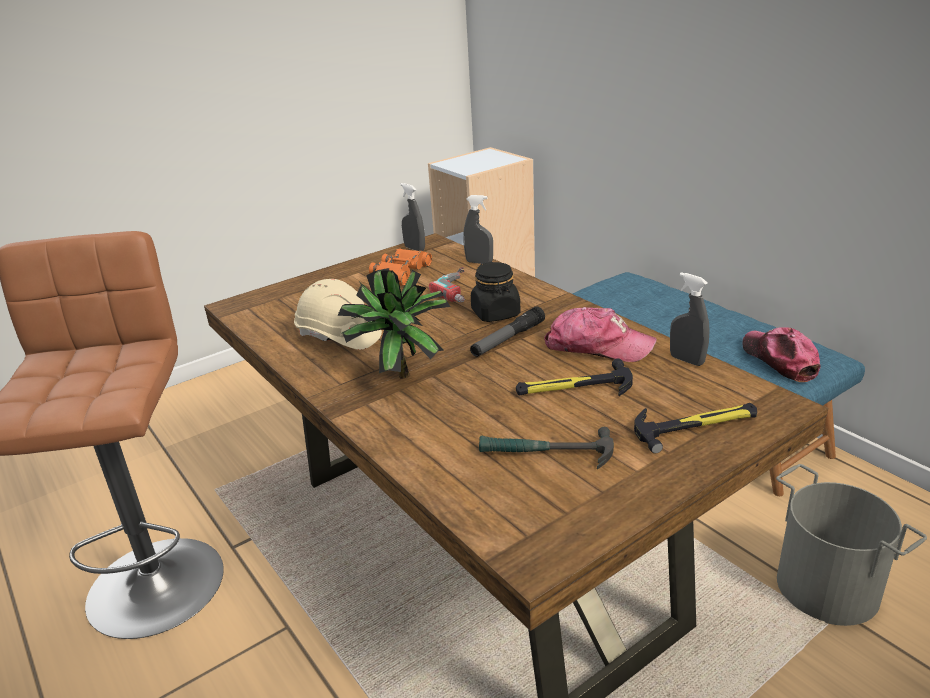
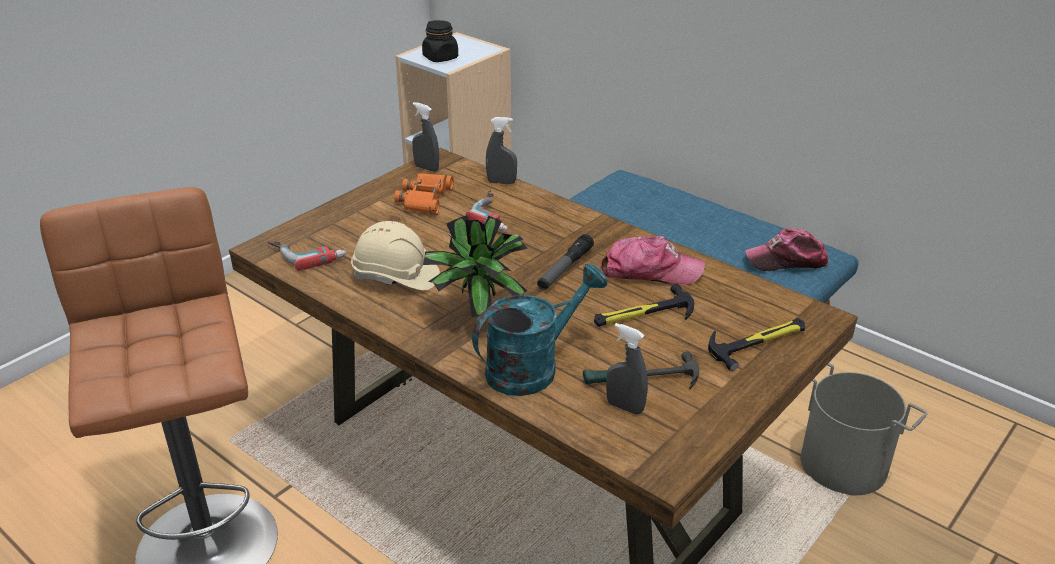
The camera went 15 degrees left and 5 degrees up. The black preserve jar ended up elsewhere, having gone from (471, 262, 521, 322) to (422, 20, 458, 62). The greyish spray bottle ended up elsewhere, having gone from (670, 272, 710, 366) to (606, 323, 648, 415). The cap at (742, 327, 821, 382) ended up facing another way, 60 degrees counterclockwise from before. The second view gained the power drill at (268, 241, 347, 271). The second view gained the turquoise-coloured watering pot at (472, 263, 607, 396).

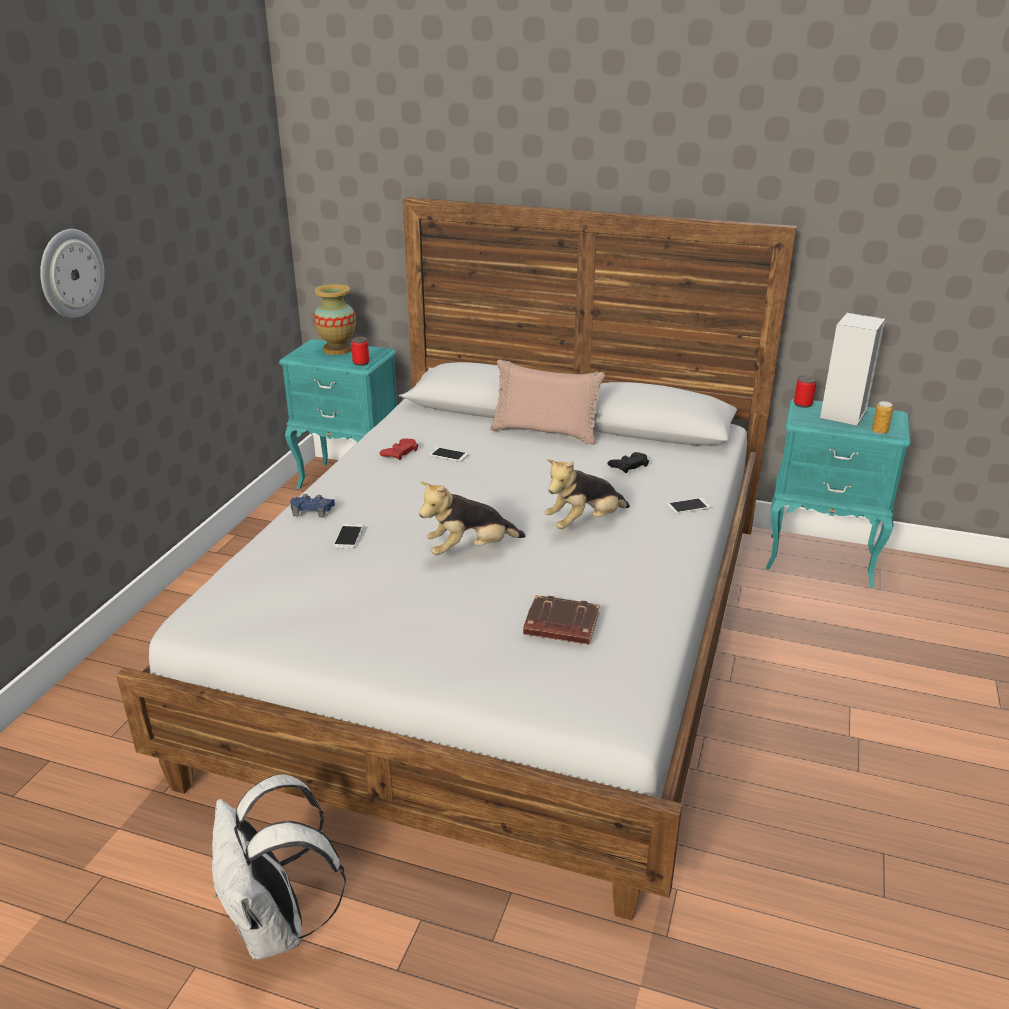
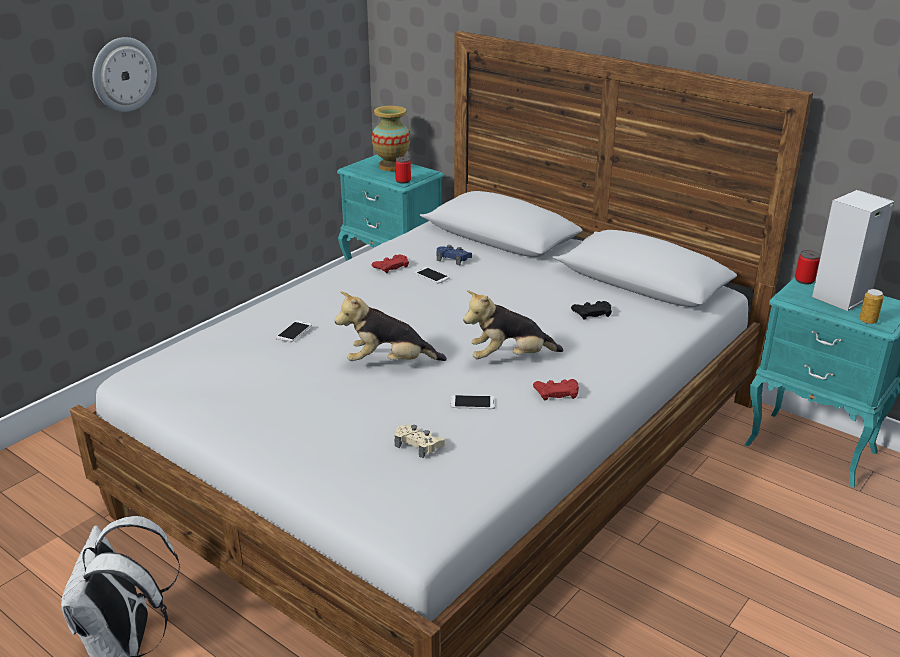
The camera went 20 degrees right and 0 degrees up. The second view lost the sand-coloured cushion at (490, 359, 605, 445). The blue game controller ended up elsewhere, having gone from (290, 494, 335, 518) to (437, 245, 472, 265). The phone ended up elsewhere, having gone from (666, 498, 711, 514) to (450, 395, 495, 409). Where the brown-coloured book stood at (523, 595, 600, 645), the sand-coloured game controller came to stand at (394, 425, 445, 459). The second view gained the red game controller at (533, 379, 579, 400).

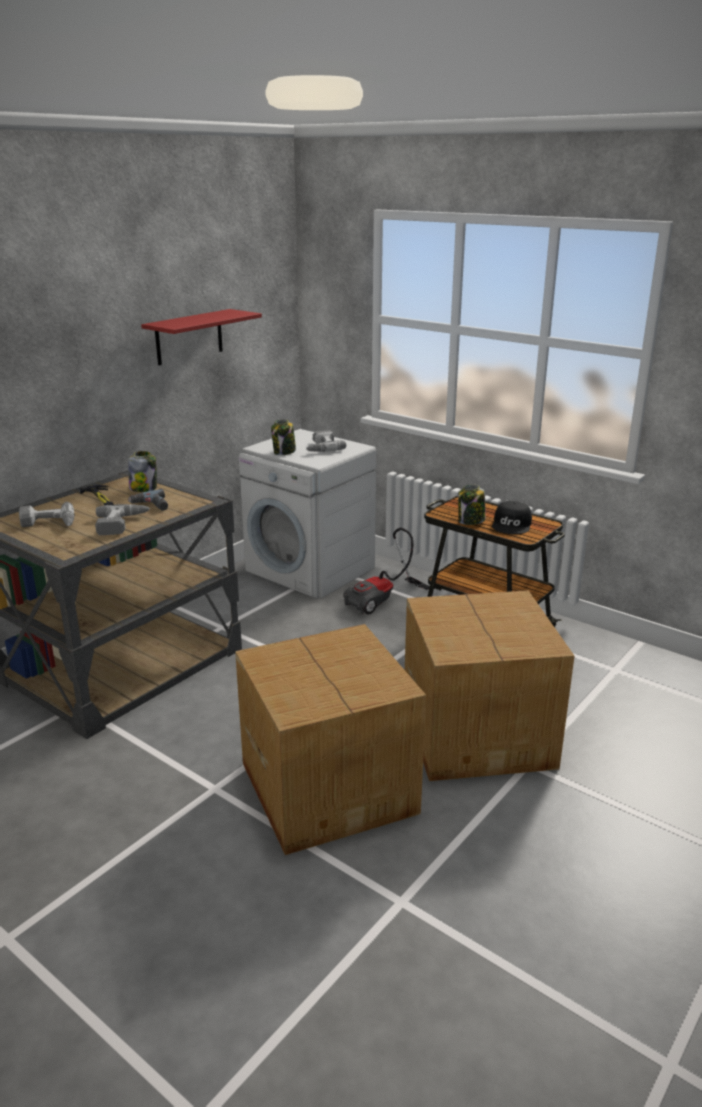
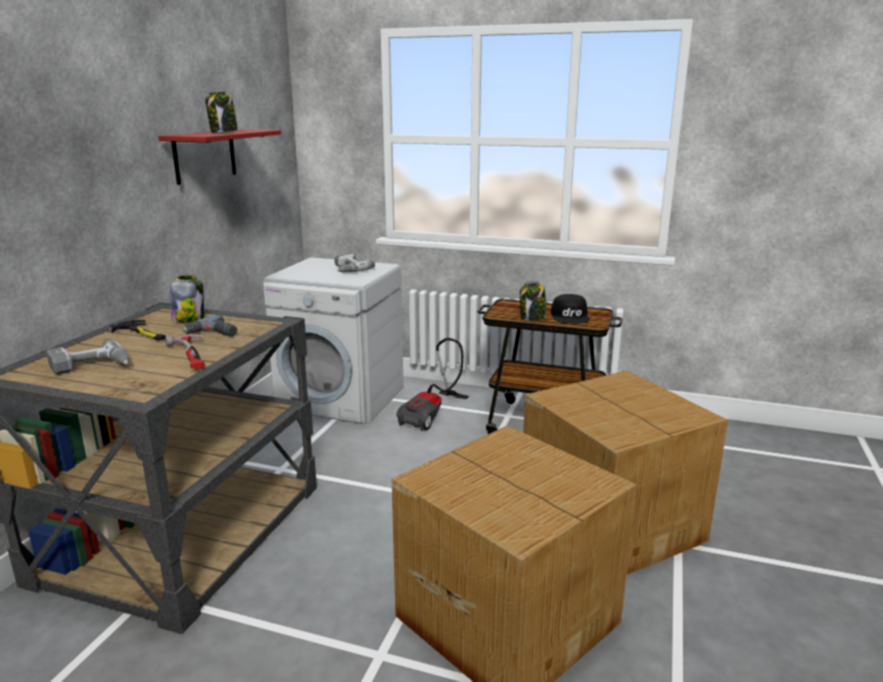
The camera went 20 degrees left and 5 degrees down. The preserve jar ended up elsewhere, having gone from (271, 419, 296, 455) to (205, 91, 238, 133). Where the power drill stood at (95, 504, 150, 535), the hand hammer came to stand at (165, 334, 205, 369).

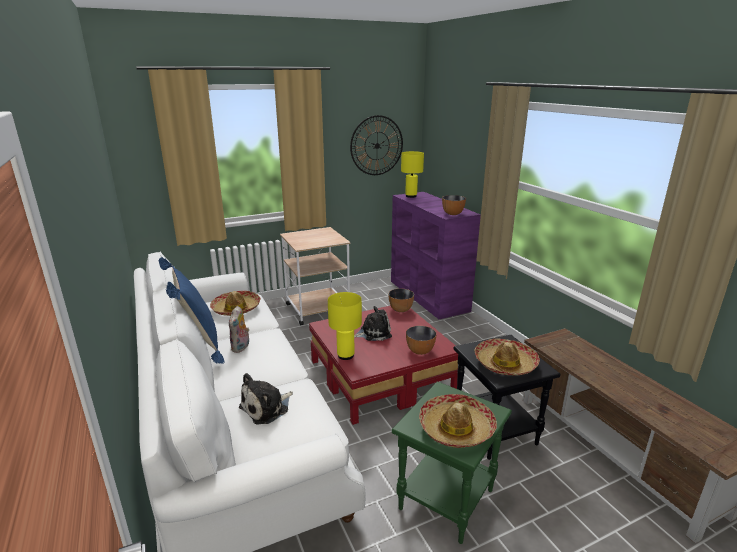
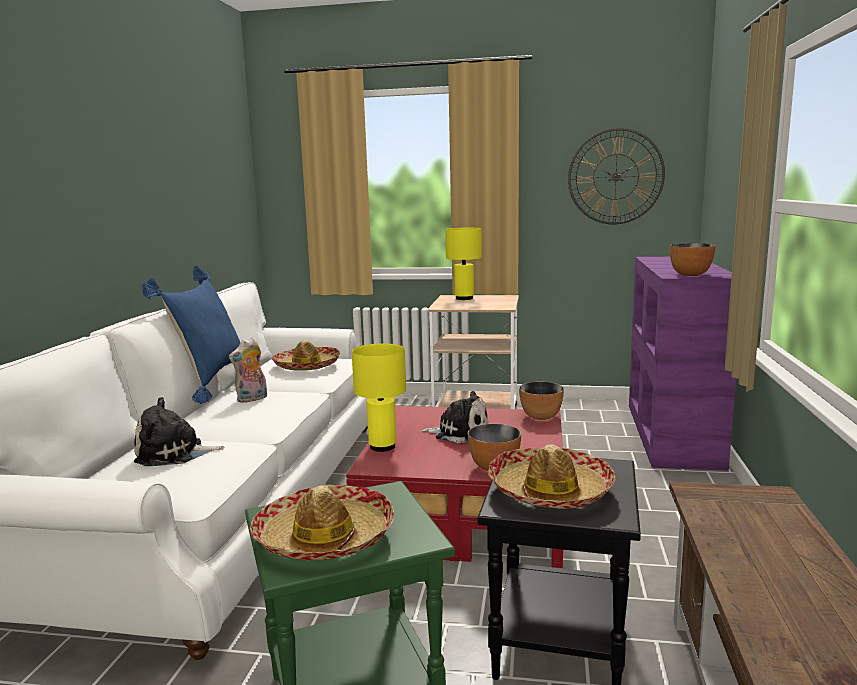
The camera went 35 degrees right and 10 degrees down. The yellow-coloured tabletop lamp ended up elsewhere, having gone from (401, 151, 424, 198) to (445, 227, 482, 300).

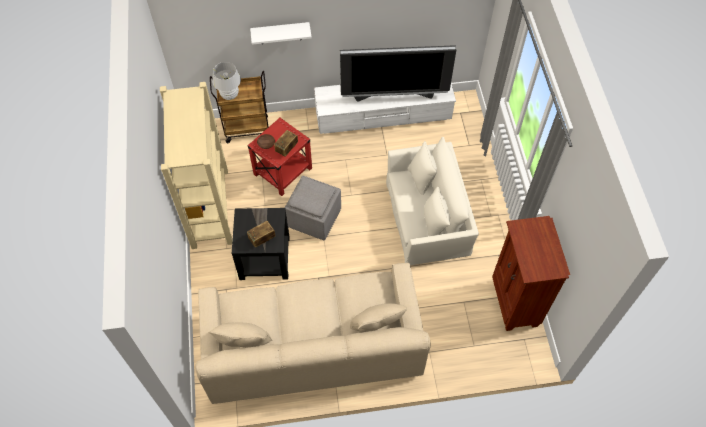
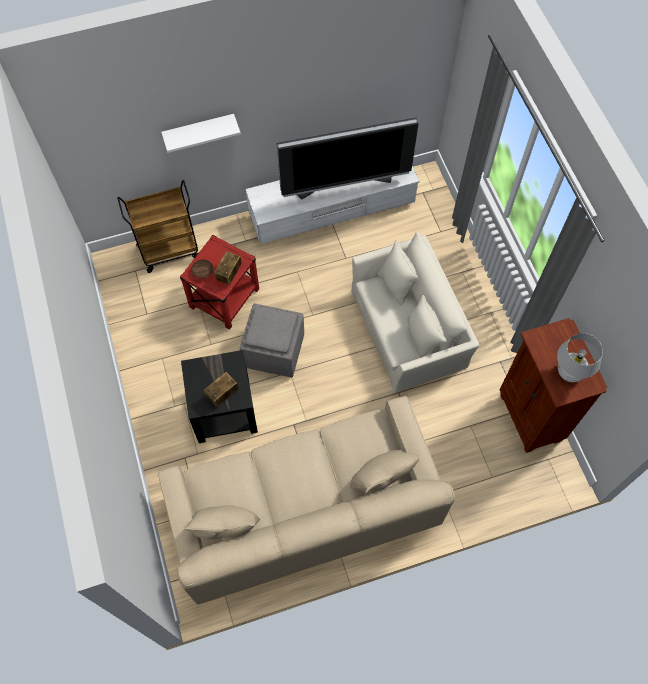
The camera went 10 degrees left and 5 degrees up. The white tabletop lamp ended up elsewhere, having gone from (212, 62, 241, 100) to (557, 333, 603, 382). The second view lost the sand-coloured bookshelf at (160, 82, 233, 249).

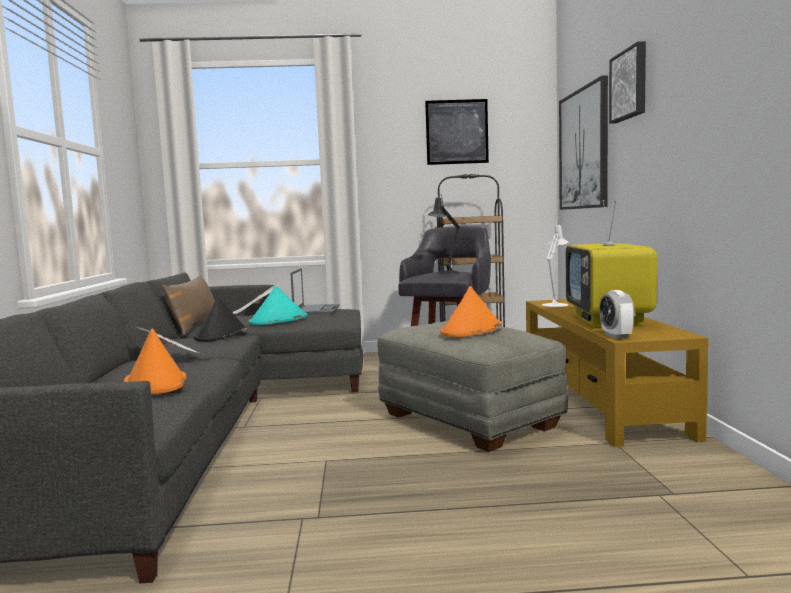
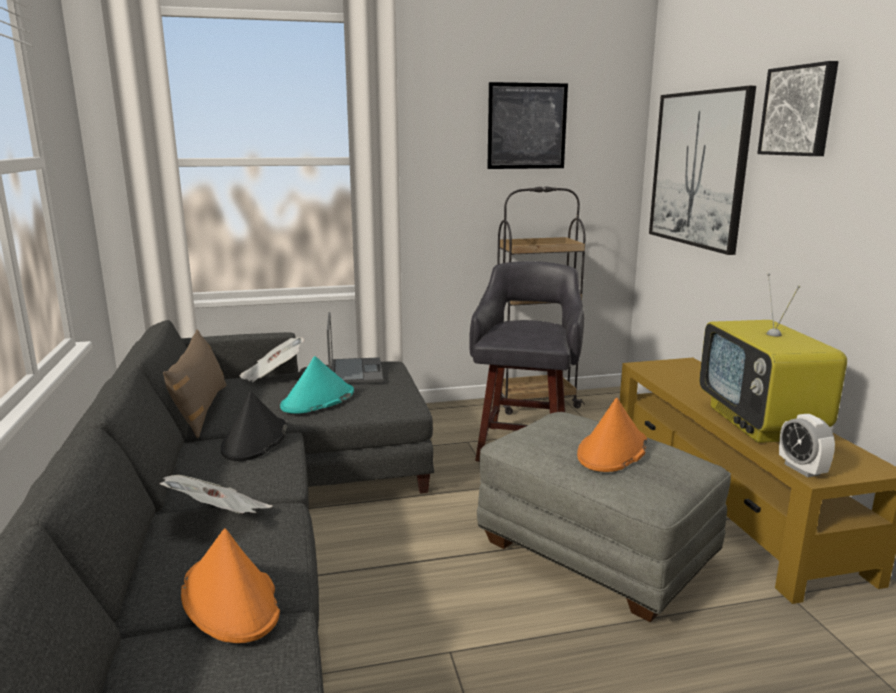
The camera went 10 degrees left and 10 degrees up. The second view lost the black tabletop lamp at (428, 193, 460, 274). The second view lost the white tabletop lamp at (542, 221, 569, 307).

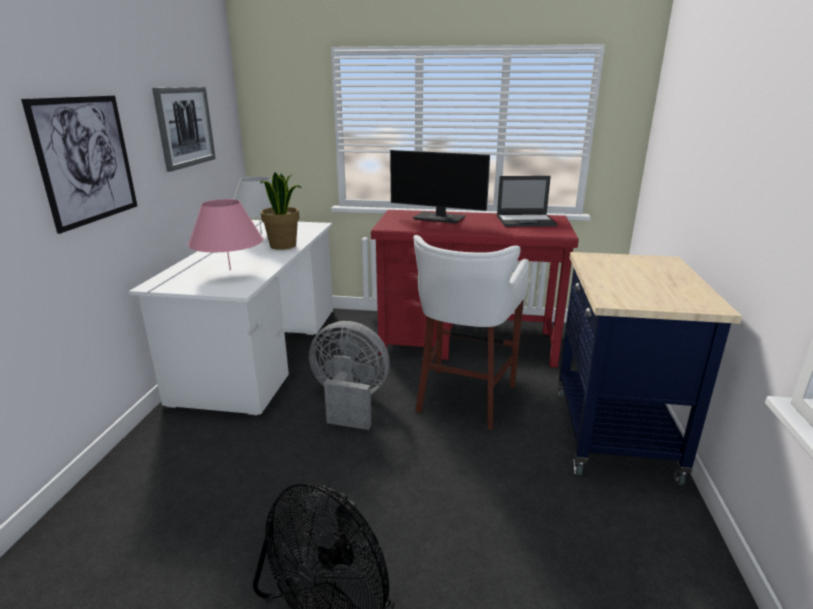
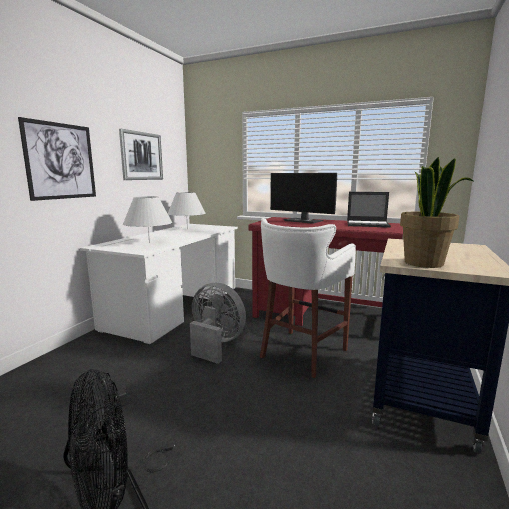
The camera went 15 degrees right and 10 degrees down. The houseplant ended up elsewhere, having gone from (260, 172, 301, 250) to (400, 157, 474, 268). What was the pink tabletop lamp at (188, 199, 263, 270) turned into the white tabletop lamp at (123, 196, 172, 243).

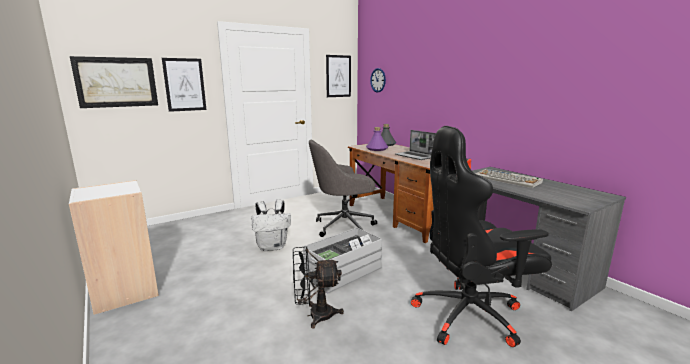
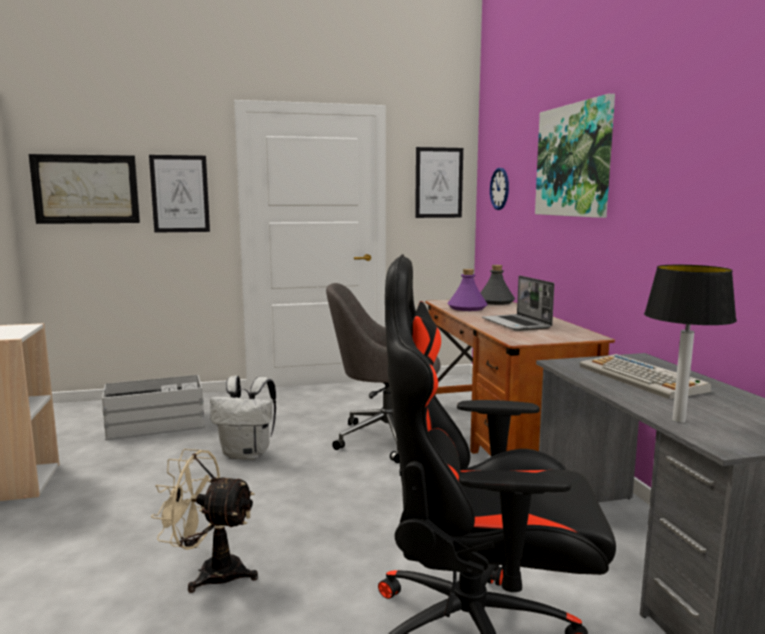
The camera went 20 degrees right and 5 degrees down. The greyish storage bin ended up elsewhere, having gone from (303, 228, 382, 293) to (102, 375, 205, 440). What was the black cooling fan at (293, 247, 344, 329) turned into the sand-coloured cooling fan at (151, 449, 258, 593). The second view gained the wall picture at (535, 94, 615, 218). The second view gained the tabletop lamp at (644, 265, 737, 423).

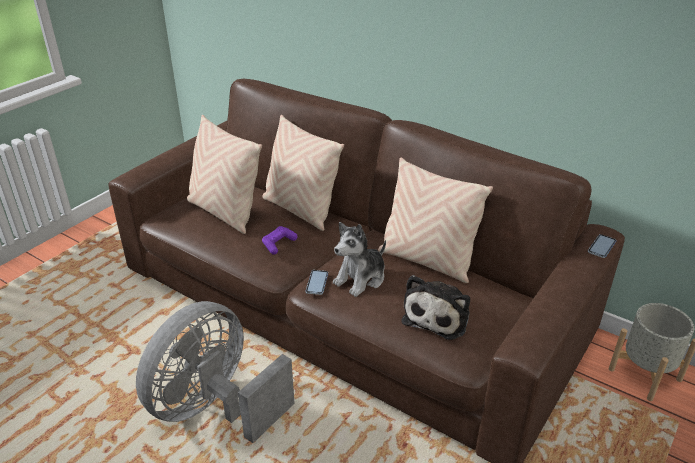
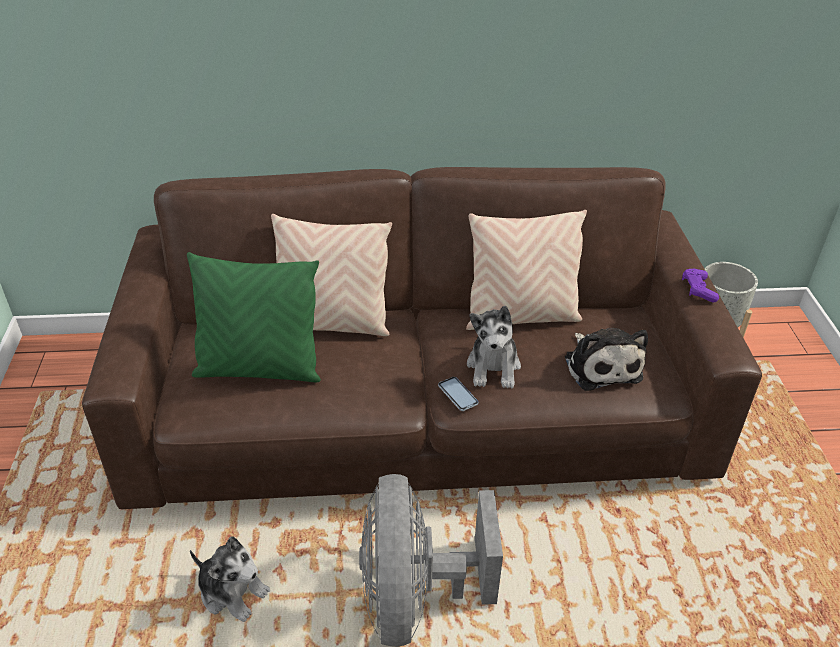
The camera went 40 degrees left and 5 degrees up. What was the sand-coloured cushion at (187, 115, 262, 234) turned into the green cushion at (187, 252, 321, 382). The purple game controller ended up elsewhere, having gone from (262, 226, 298, 255) to (682, 269, 719, 303). The second view lost the phone at (588, 234, 616, 258). The second view gained the cuddly toy at (190, 537, 270, 622).

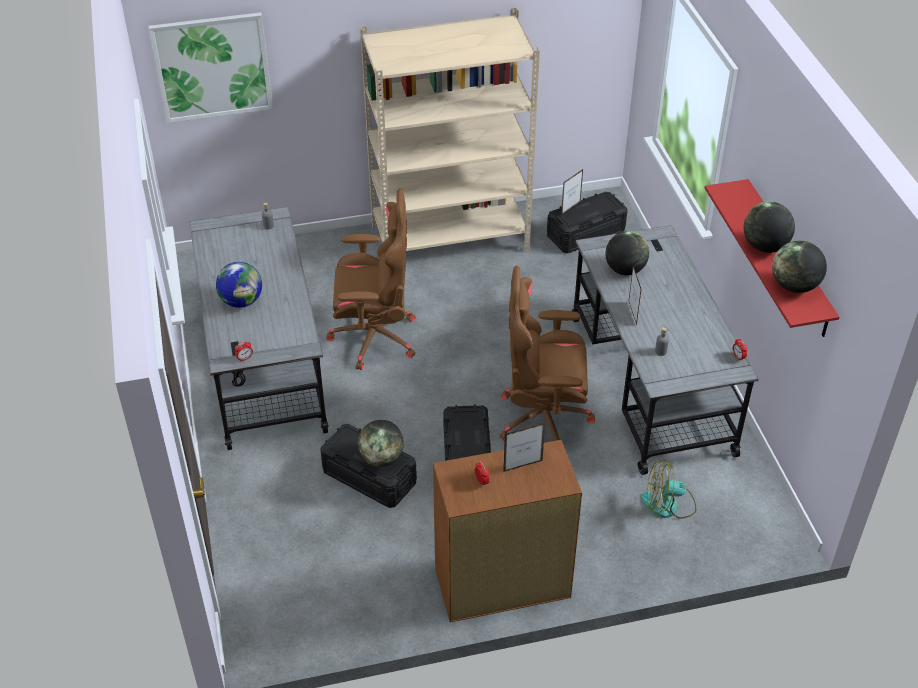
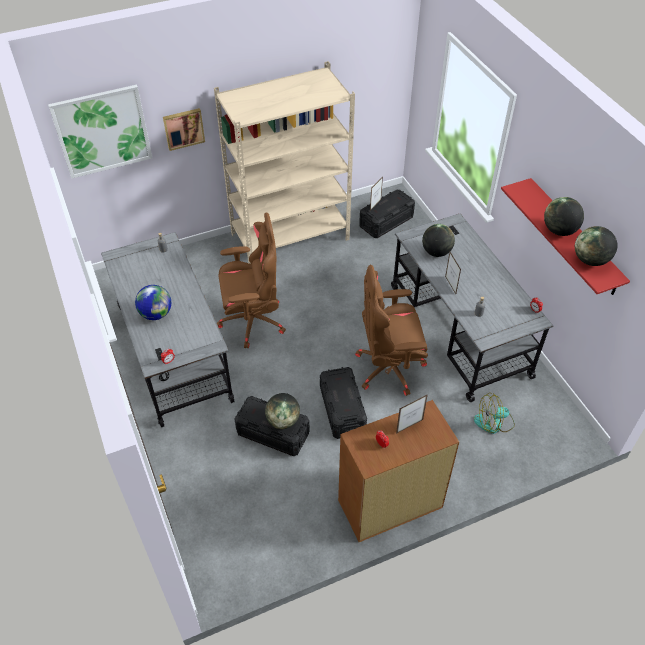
The camera went 10 degrees left and 5 degrees up. The second view gained the wall picture at (163, 108, 205, 151).

